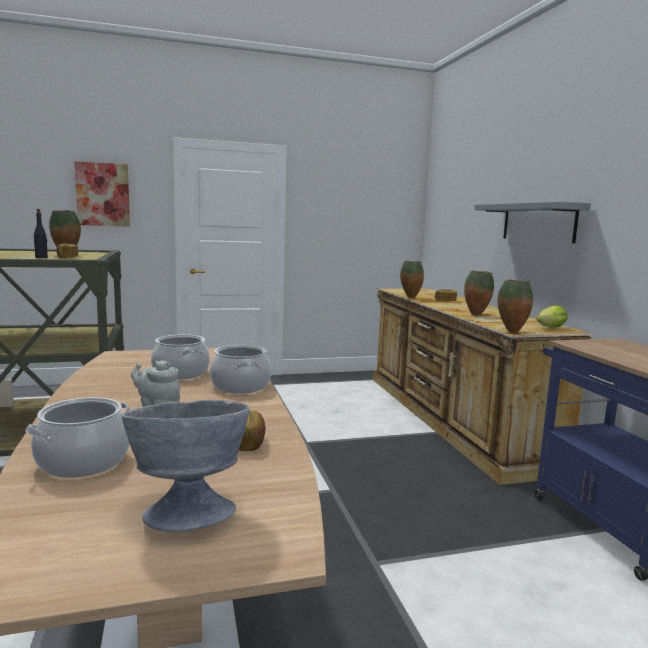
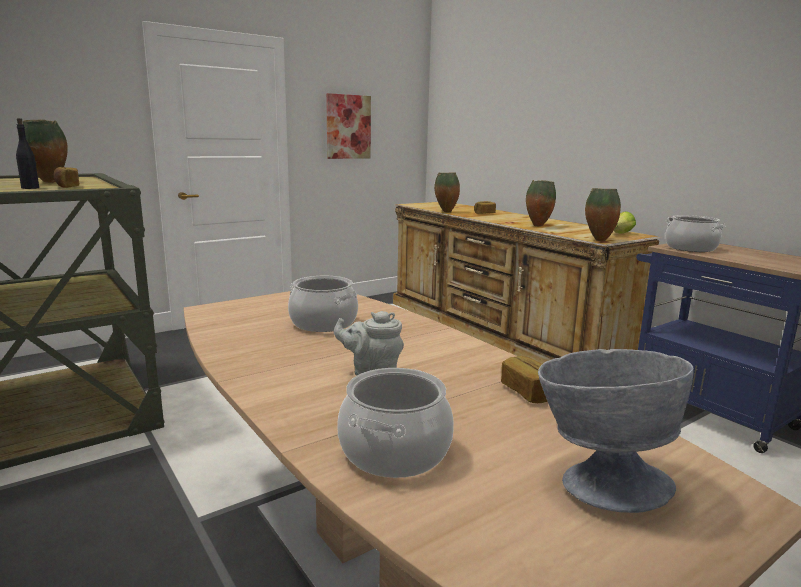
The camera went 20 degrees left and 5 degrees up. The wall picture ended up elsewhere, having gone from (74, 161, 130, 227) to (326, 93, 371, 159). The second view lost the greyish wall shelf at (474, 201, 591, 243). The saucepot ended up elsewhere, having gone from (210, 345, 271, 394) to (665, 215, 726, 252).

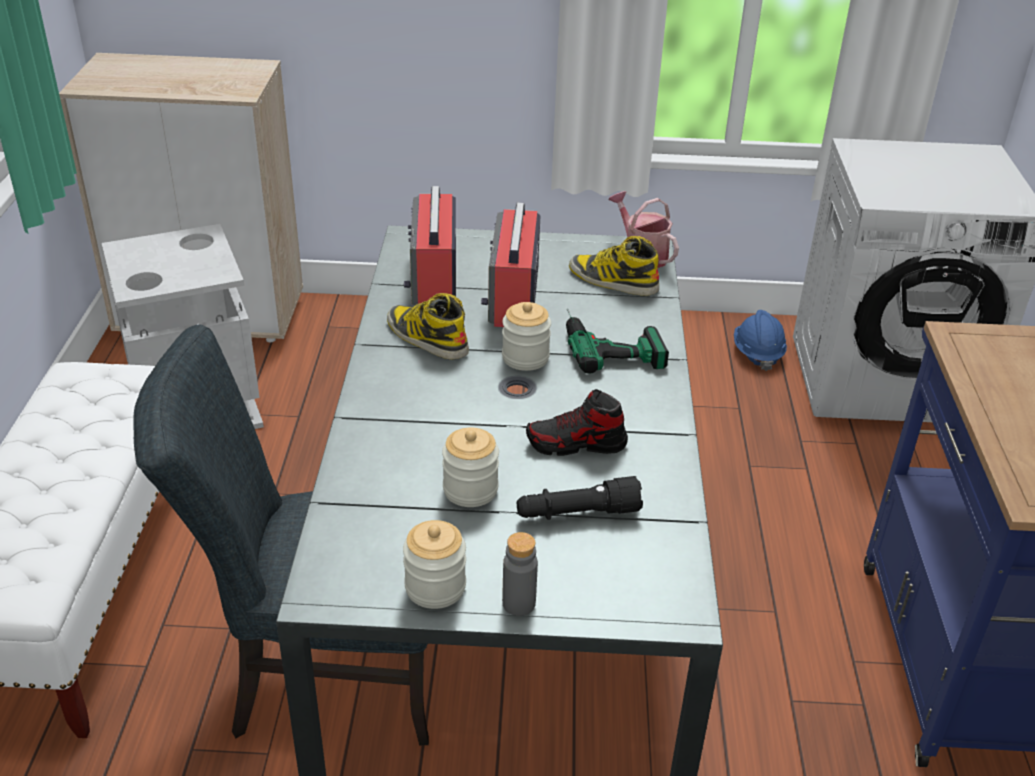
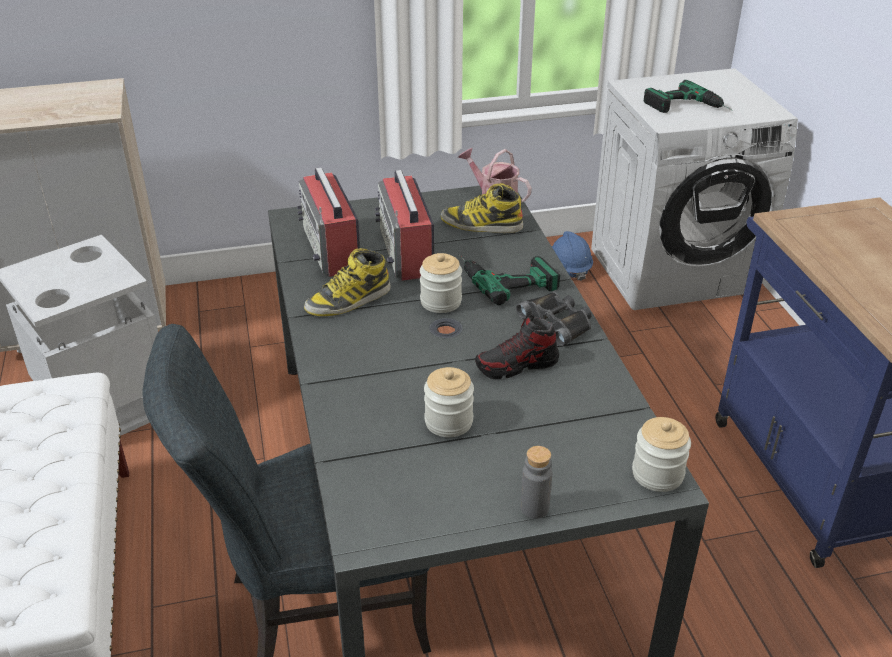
The camera went 15 degrees left and 0 degrees up. The boot at (387, 293, 469, 359) ended up facing another way, 60 degrees counterclockwise from before. The second view lost the black torch at (517, 476, 643, 520). The preserve jar ended up elsewhere, having gone from (403, 520, 466, 609) to (632, 417, 691, 492). The second view gained the power drill at (644, 80, 732, 113). The second view gained the black field glasses at (516, 291, 592, 346).

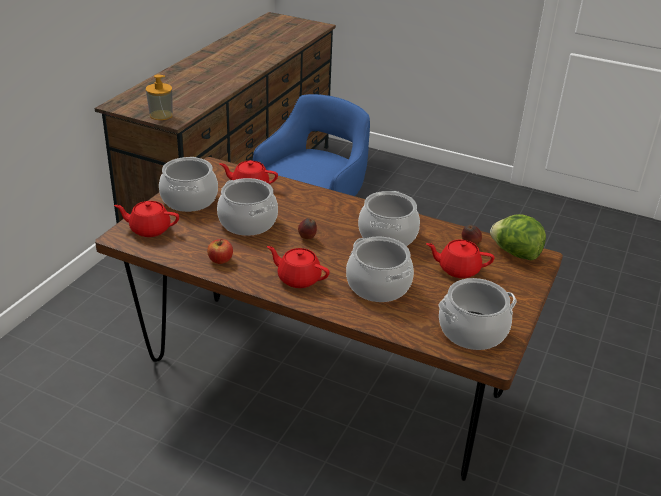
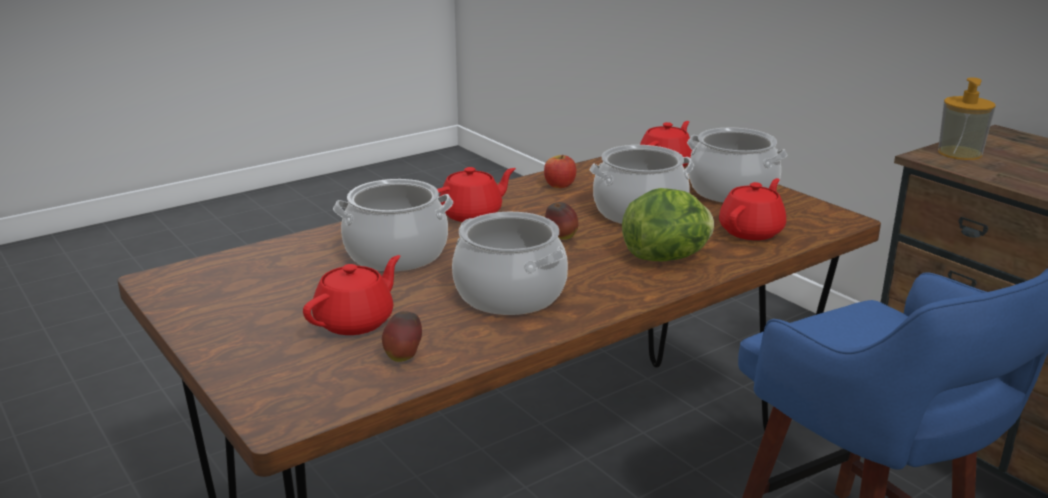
The camera went 120 degrees right and 10 degrees down. The head of lettuce ended up elsewhere, having gone from (490, 214, 546, 260) to (622, 188, 714, 262). The second view lost the saucepot at (438, 278, 517, 350).

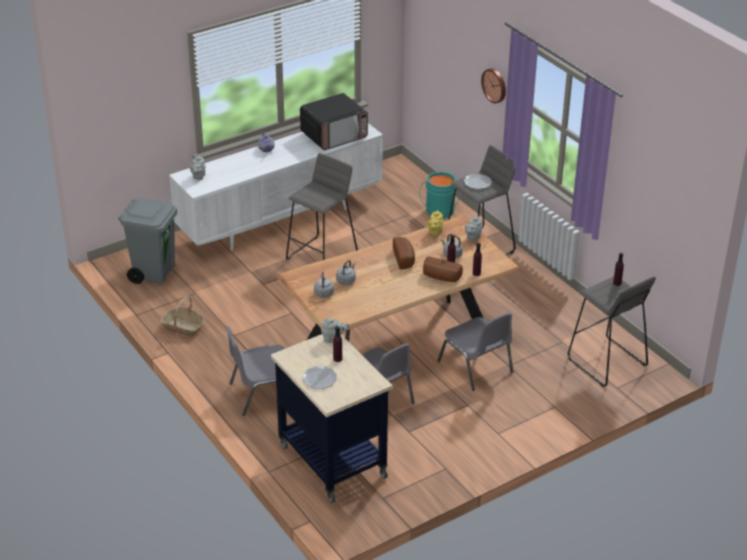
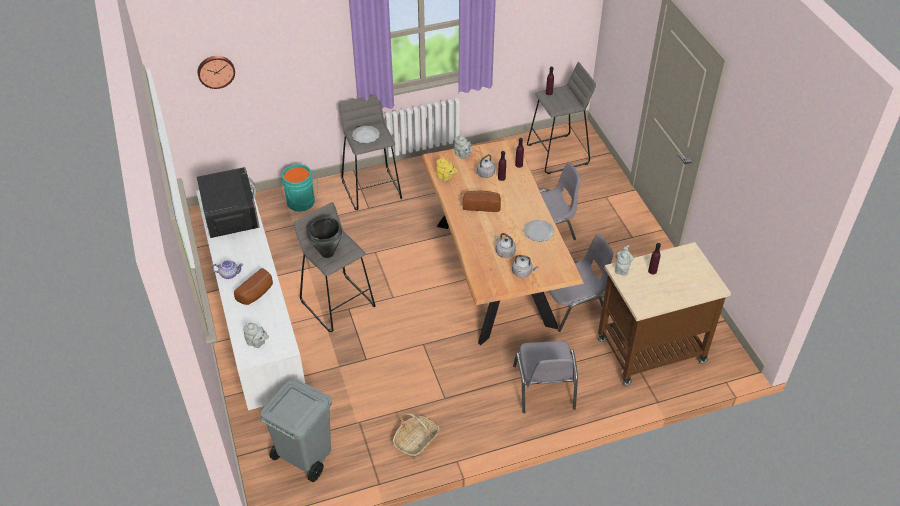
The camera went 75 degrees left and 10 degrees up. The wall clock ended up elsewhere, having gone from (481, 68, 506, 103) to (198, 56, 235, 89). The bread ended up elsewhere, having gone from (423, 256, 463, 282) to (234, 268, 273, 305). What was the blue trolley at (271, 334, 393, 503) turned into the brown-coloured trolley at (598, 242, 731, 386). The plate ended up elsewhere, having gone from (302, 366, 337, 389) to (523, 220, 554, 242). The second view gained the black saucepot at (308, 217, 342, 258).

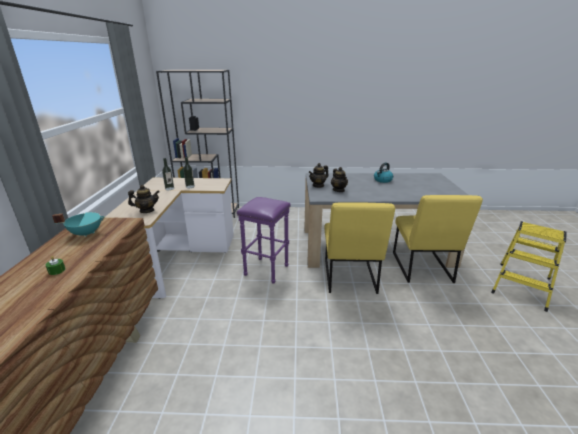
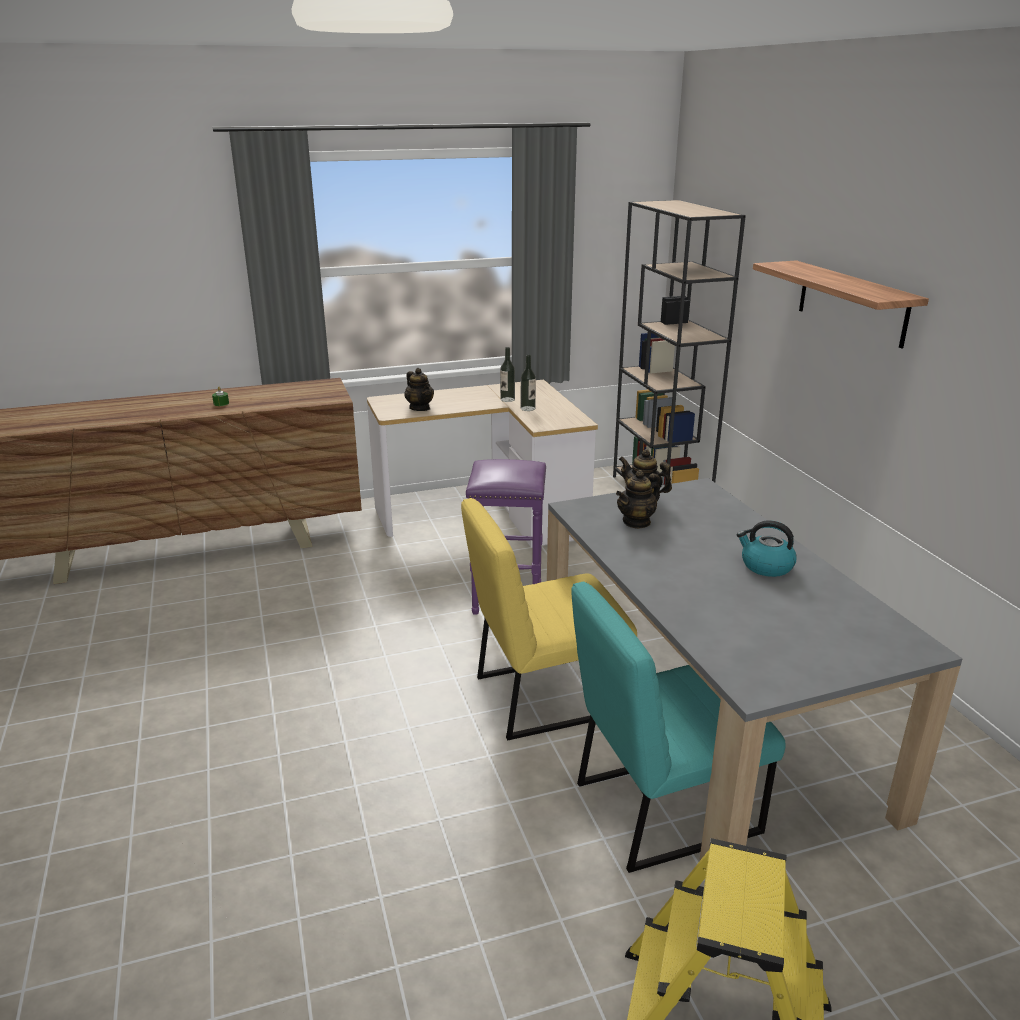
The camera went 70 degrees right and 0 degrees up. What was the yellow-coloured chair at (393, 195, 483, 283) turned into the turquoise-coloured chair at (571, 581, 786, 873). The second view lost the turquoise-coloured saucepot at (52, 212, 105, 237). The second view gained the wall shelf at (753, 260, 929, 349).

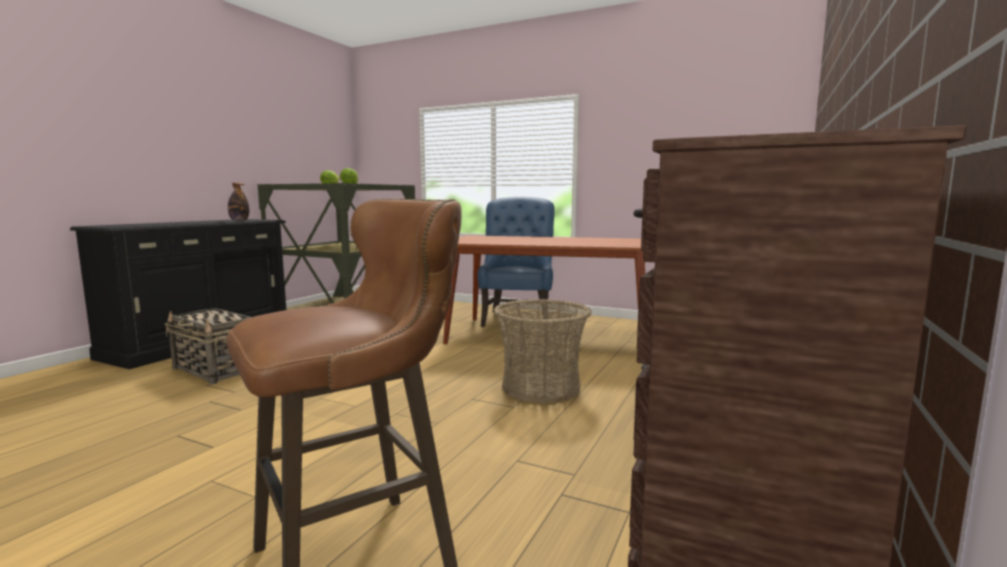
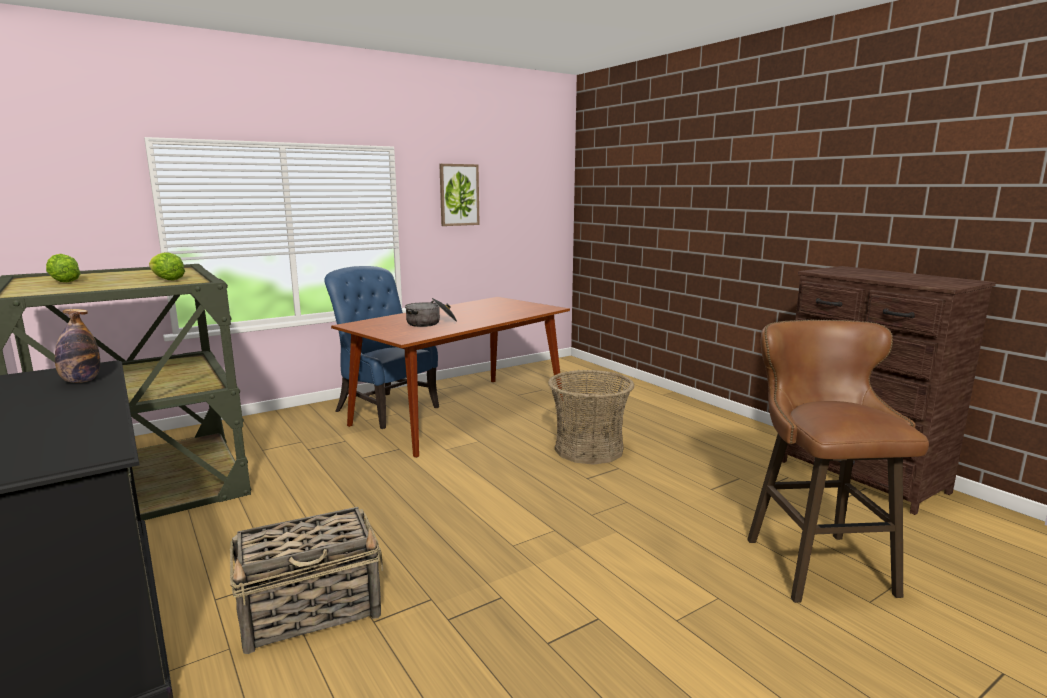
The camera went 60 degrees left and 5 degrees up. The second view gained the wall picture at (439, 164, 480, 226). The second view gained the saucepot at (405, 298, 457, 327).

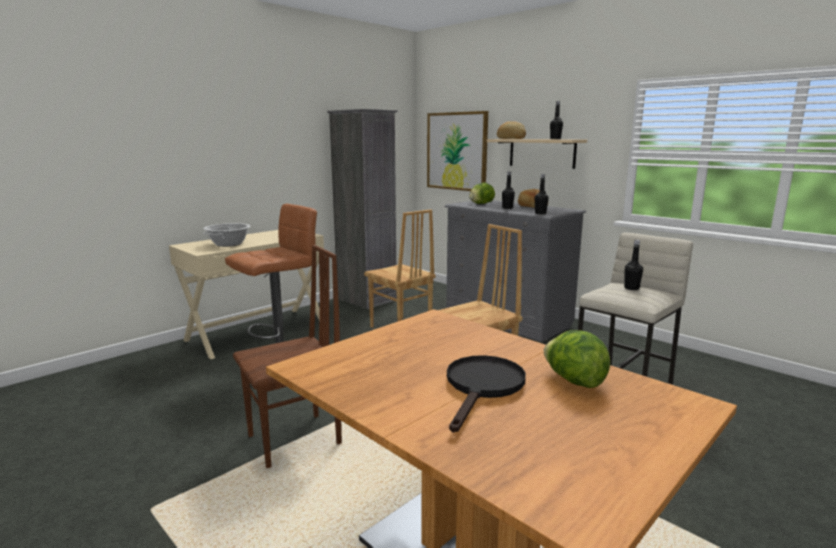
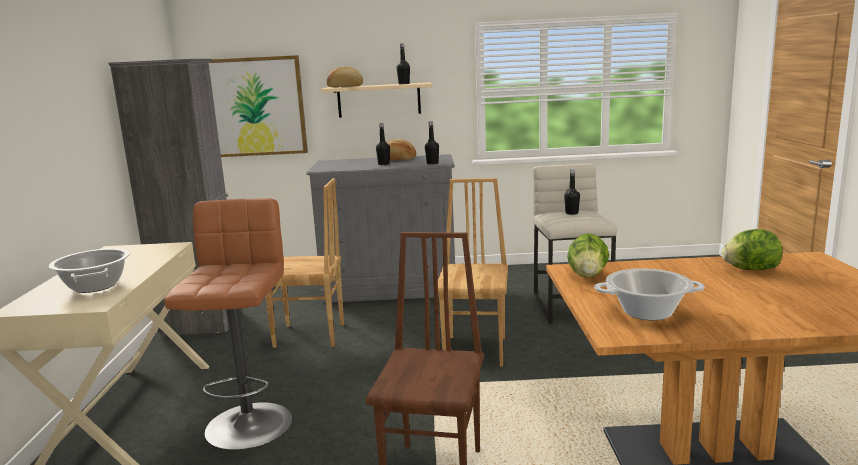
The camera went 45 degrees left and 0 degrees up. The head of lettuce ended up elsewhere, having gone from (469, 183, 495, 204) to (567, 233, 609, 278). The second view lost the black pan at (447, 355, 526, 432). The second view gained the saucepot at (594, 268, 705, 320).

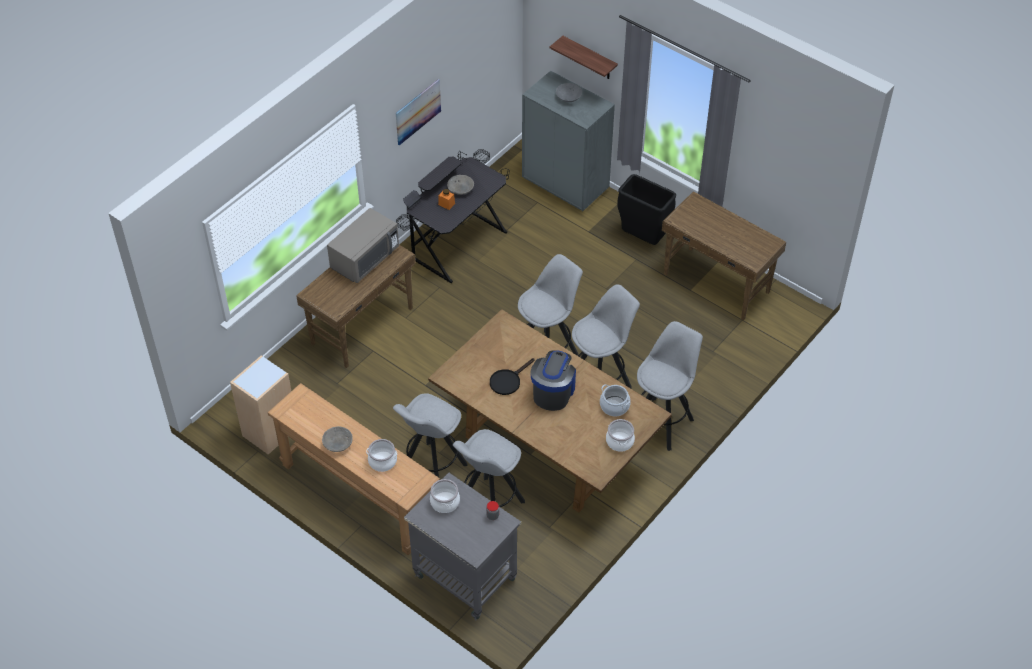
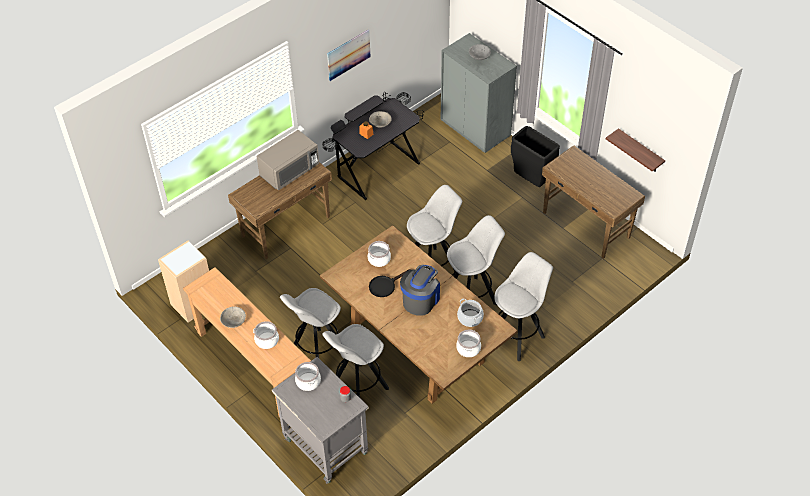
The camera went 10 degrees right and 0 degrees up. The wall shelf ended up elsewhere, having gone from (550, 36, 618, 79) to (606, 128, 665, 172). The second view gained the saucepot at (368, 241, 391, 267).

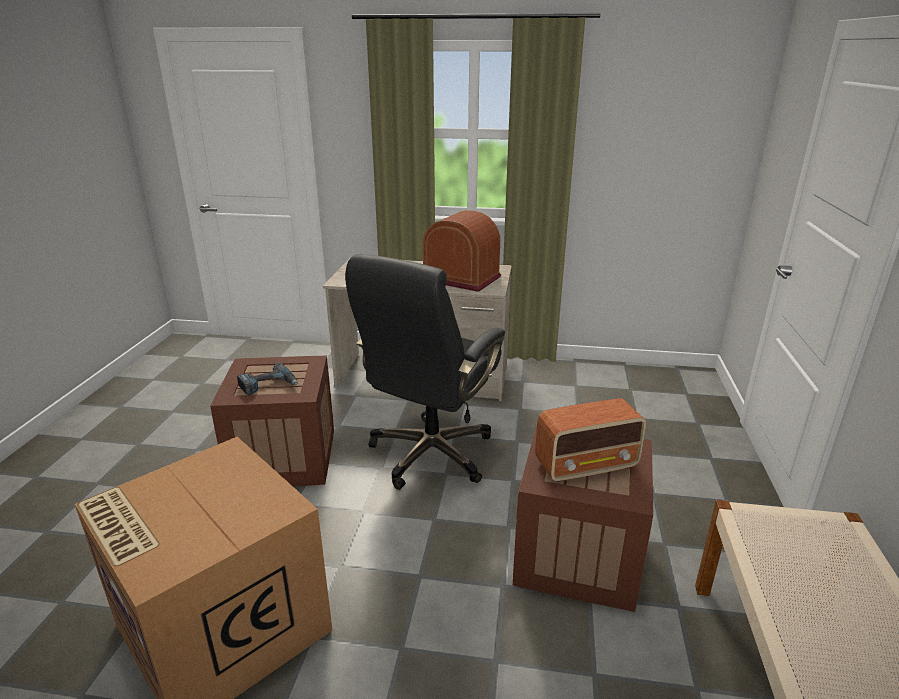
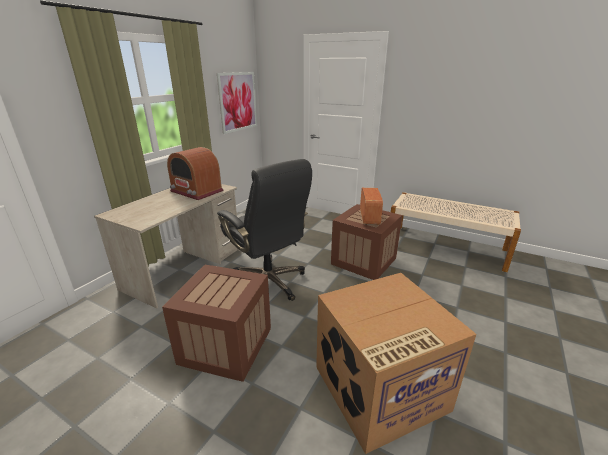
The camera went 70 degrees left and 0 degrees up. The radio at (423, 210, 501, 292) ended up facing another way, 105 degrees counterclockwise from before. The second view lost the power drill at (237, 363, 298, 395). The second view gained the wall picture at (217, 72, 257, 134).

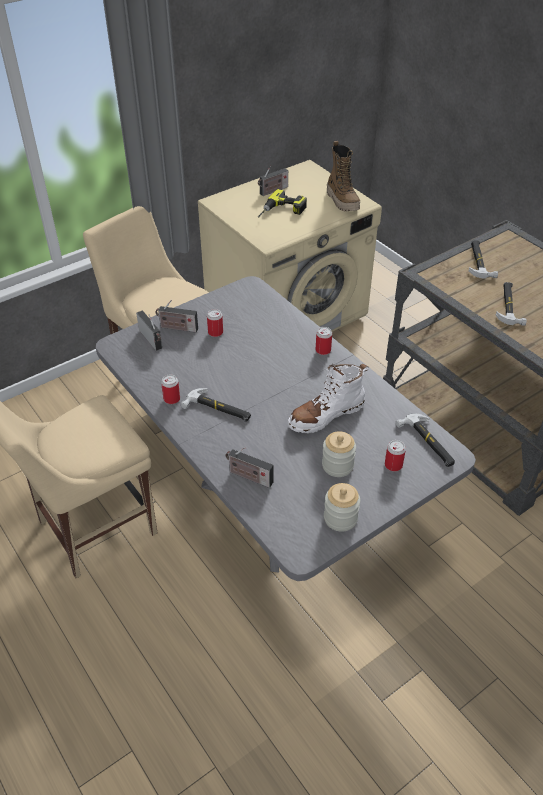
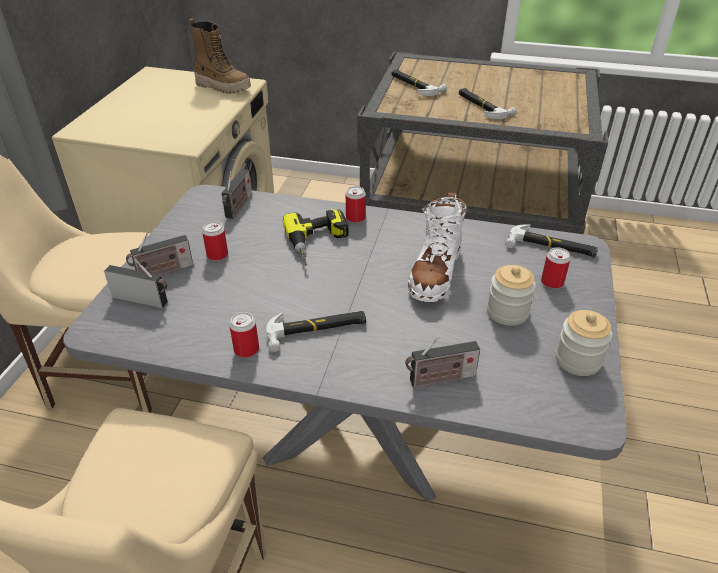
The camera went 40 degrees left and 5 degrees down. The radio ended up elsewhere, having gone from (258, 166, 288, 196) to (222, 169, 252, 219). The power drill ended up elsewhere, having gone from (258, 189, 307, 218) to (283, 209, 349, 266).

